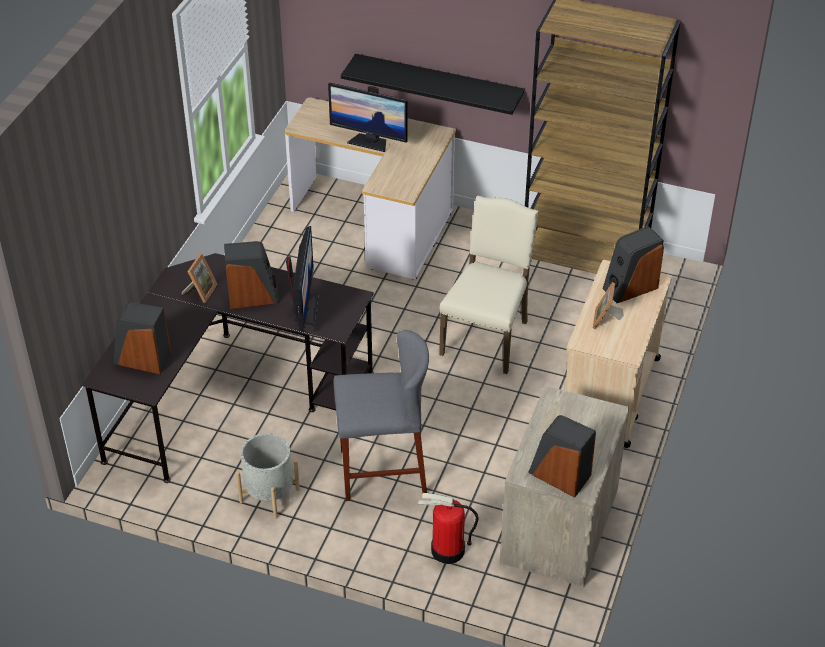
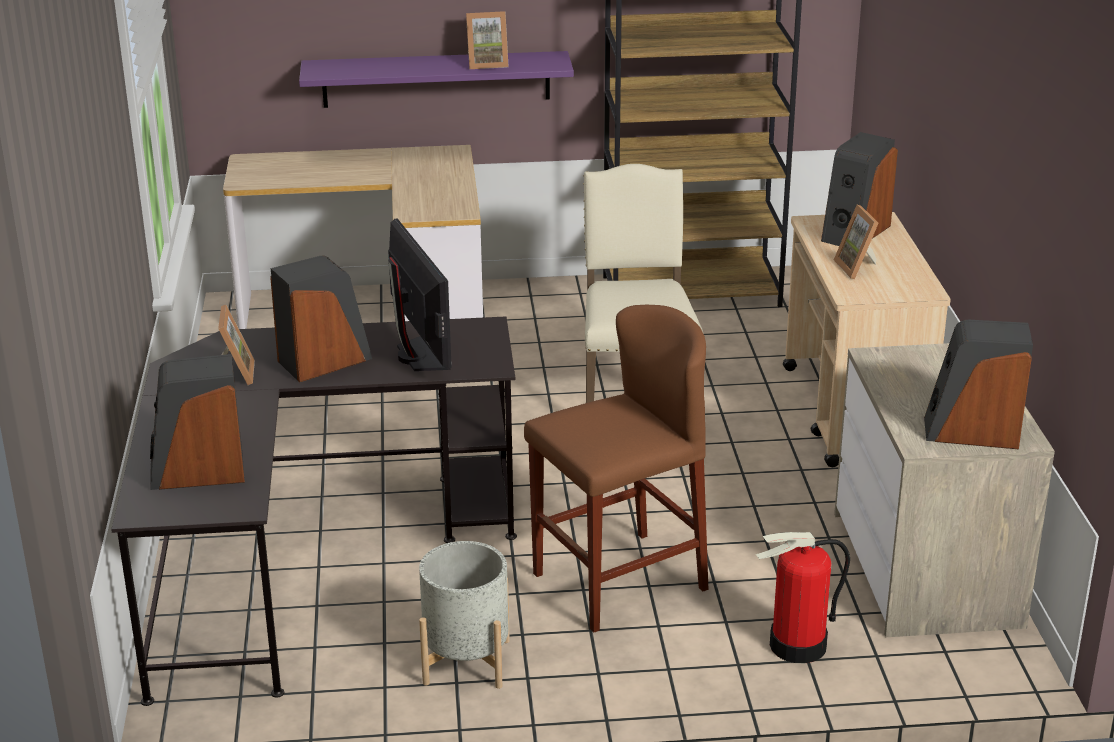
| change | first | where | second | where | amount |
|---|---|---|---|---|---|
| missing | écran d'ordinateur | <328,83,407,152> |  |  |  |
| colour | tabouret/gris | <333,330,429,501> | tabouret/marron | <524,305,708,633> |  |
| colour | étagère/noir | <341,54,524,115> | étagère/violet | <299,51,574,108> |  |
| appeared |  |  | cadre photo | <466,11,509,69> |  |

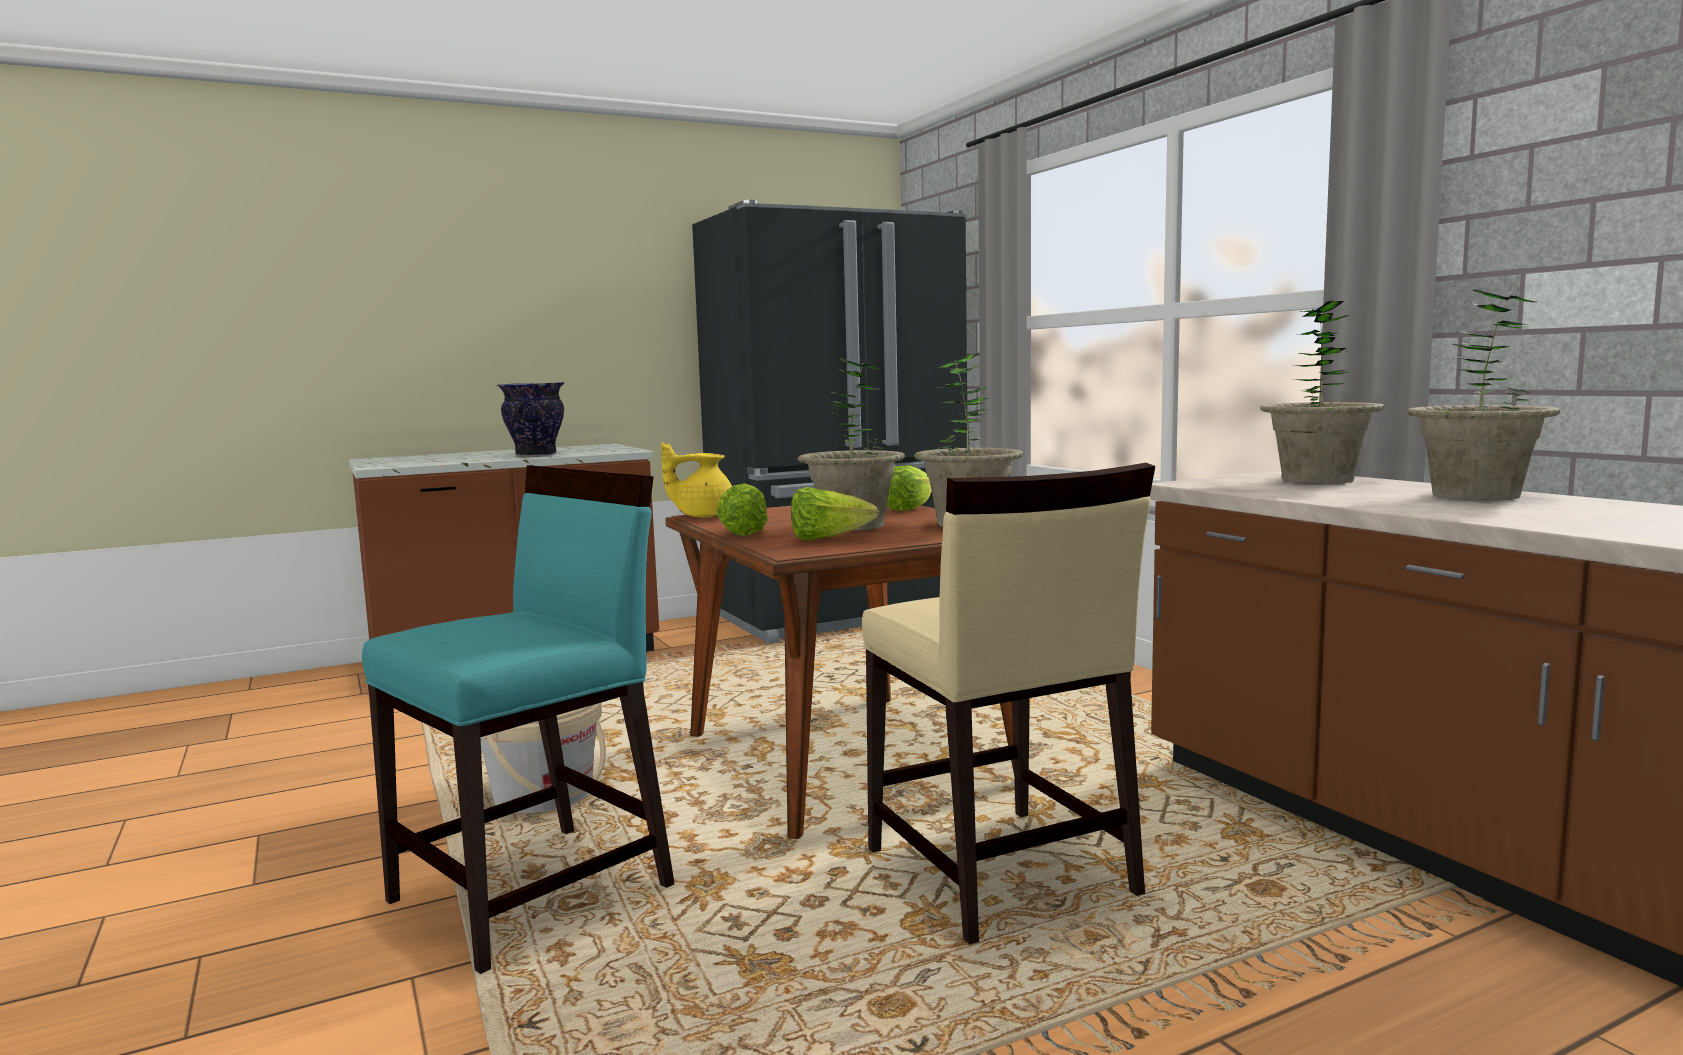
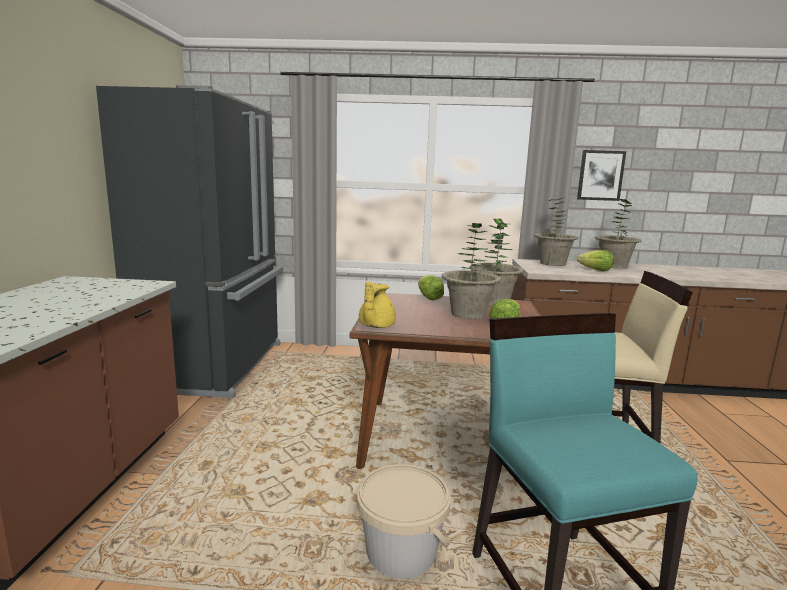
| change | first | where | second | where | amount |
|---|---|---|---|---|---|
| missing | vase | <497,382,564,457> |  |  |  |
| relocated | laitue | <717,483,768,536> |  | <577,250,614,271> |  |
| appeared |  |  | tableau | <577,150,626,201> |  |

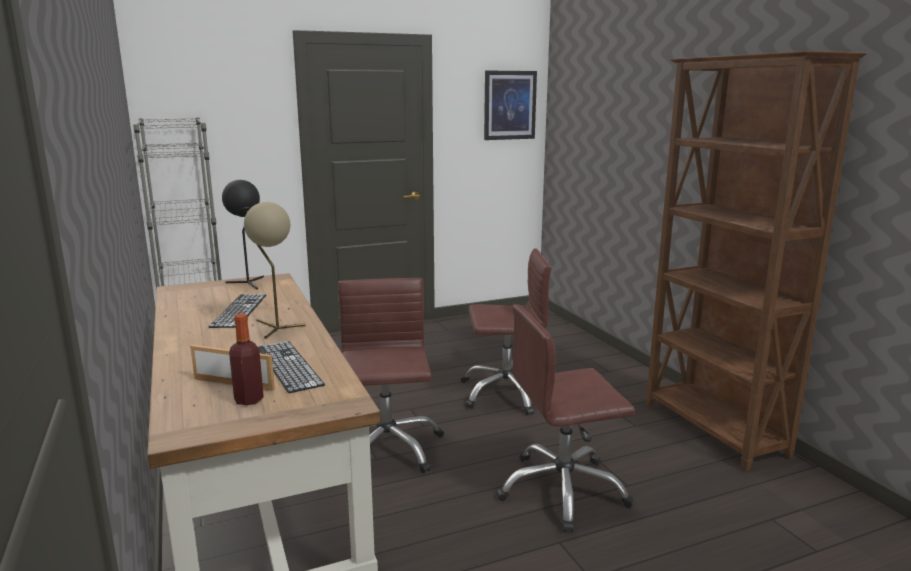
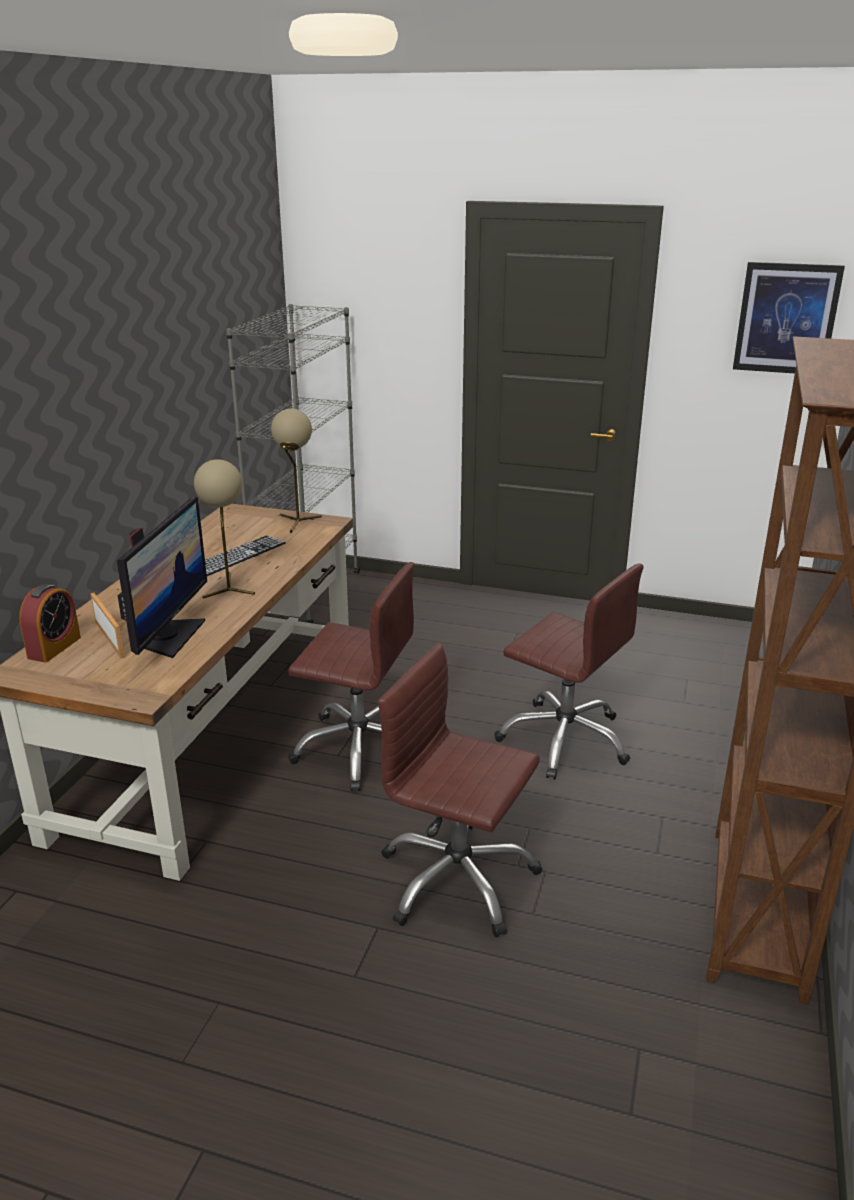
| change | first | where | second | where | amount |
|---|---|---|---|---|---|
| colour | lampe de table/noir | <222,180,264,289> | lampe de table/beige | <271,408,322,533> |  |
| missing | bouteille | <229,314,264,405> |  |  |  |
| exchanged | clavier | <258,341,325,393> | écran d'ordinateur | <117,497,207,658> |  |
| spun | chaise de bureau/marron | <338,278,444,473> |  | <288,562,415,791> | 75 degrees clockwise |
| appeared |  |  | réveil | <19,584,81,662> |  |

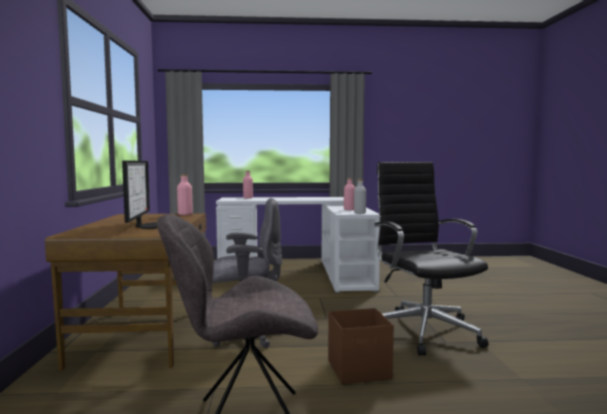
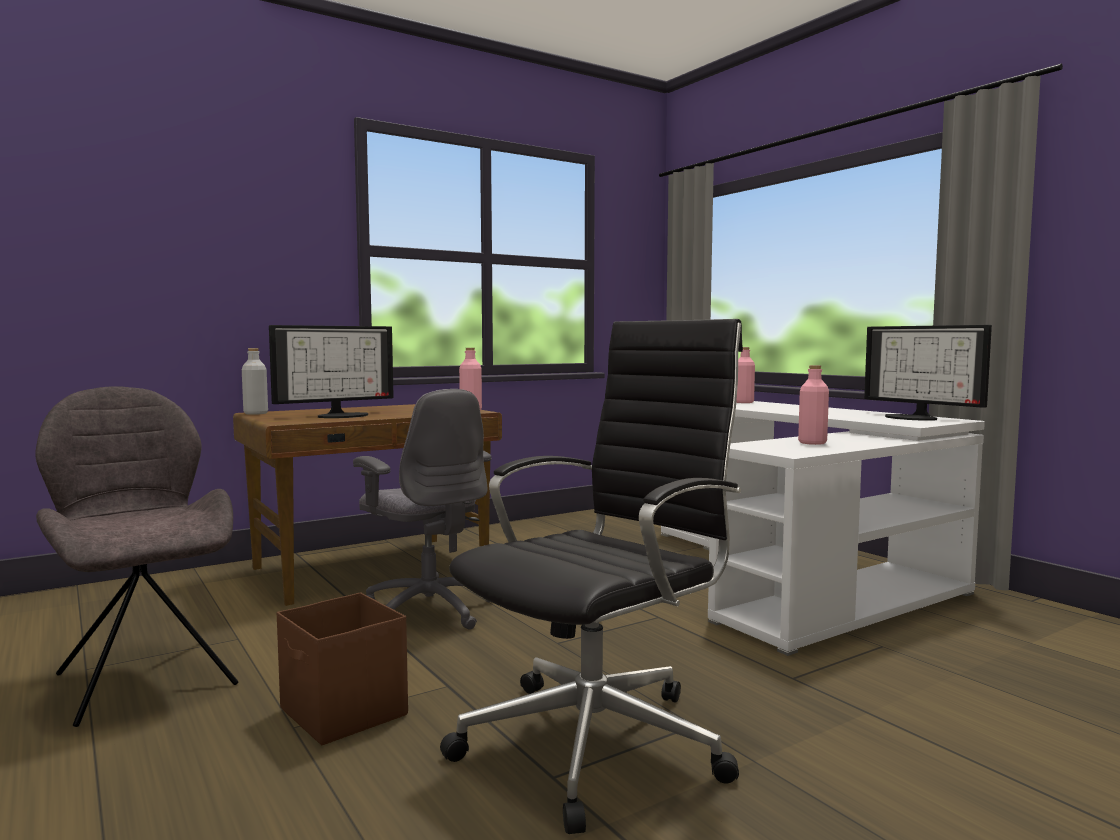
| change | first | where | second | where | amount |
|---|---|---|---|---|---|
| relocated | bouteille/gris | <354,179,366,214> |  | <242,348,268,415> |  |
| appeared |  |  | écran d'ordinateur | <864,325,992,421> |  |

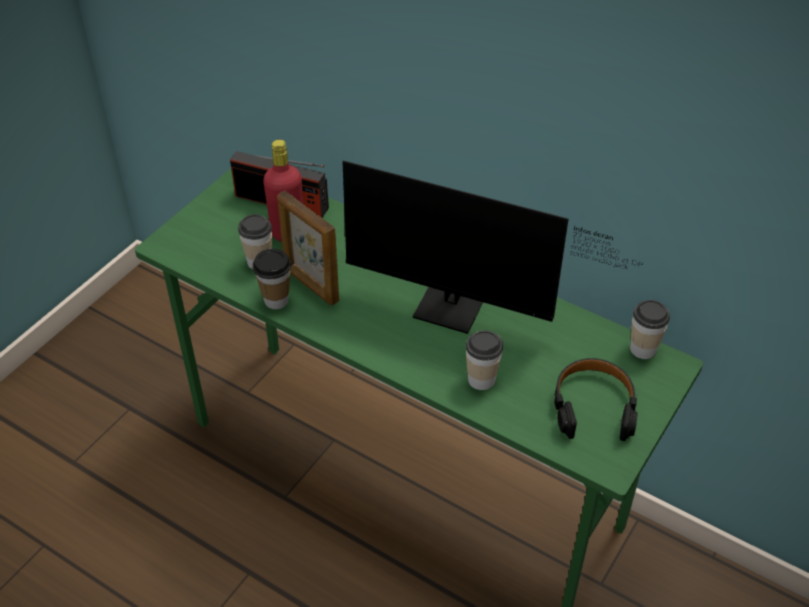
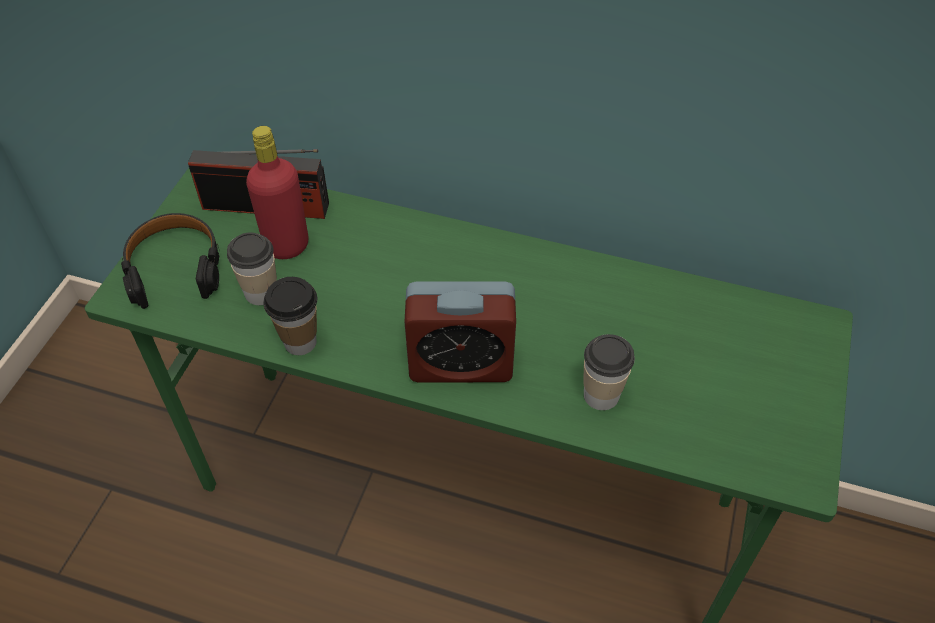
| change | first | where | second | where | amount |
|---|---|---|---|---|---|
| missing | cadre photo | <277,191,339,306> |  |  |  |
| missing | écran d'ordinateur | <342,161,643,334> |  |  |  |
| relocated | casque audio/noir | <554,358,638,441> |  | <121,213,219,309> |  |
| missing | tasse | <630,300,670,359> |  |  |  |
| appeared |  |  | réveil | <404,282,516,382> |  |

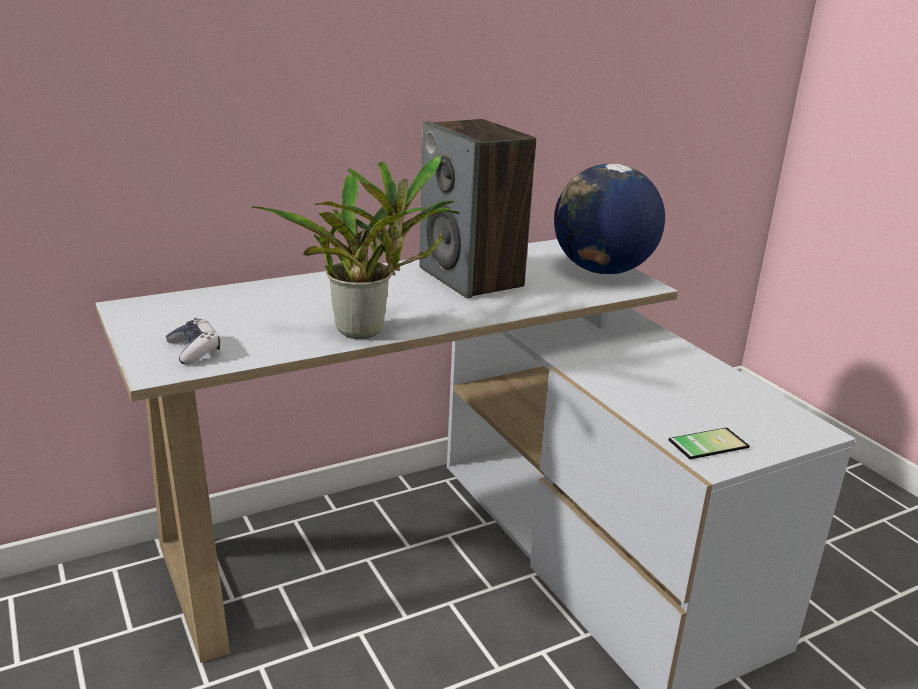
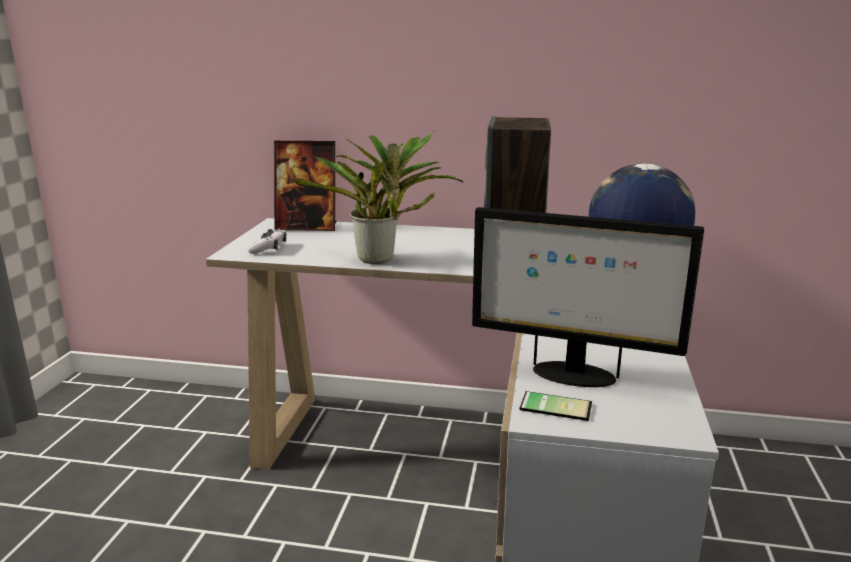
| change | first | where | second | where | amount |
|---|---|---|---|---|---|
| appeared |  |  | cadre photo | <274,141,336,231> |  |
| appeared |  |  | écran d'ordinateur | <472,207,704,387> |  |

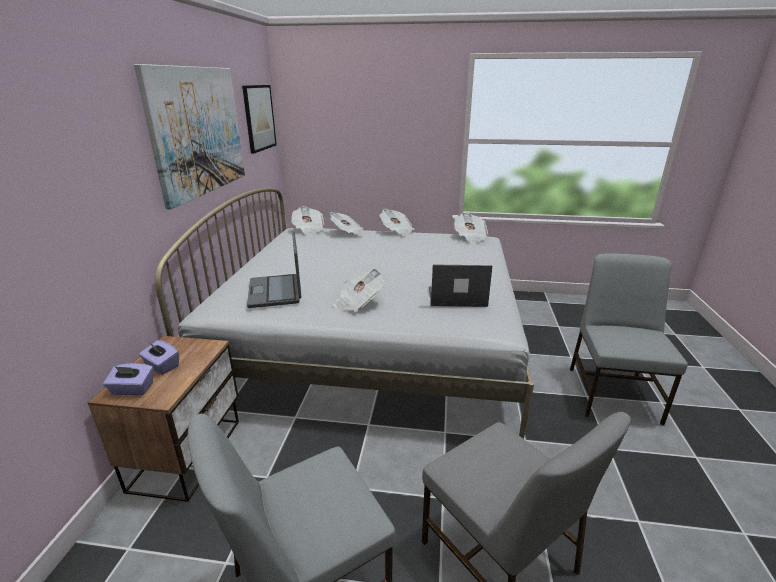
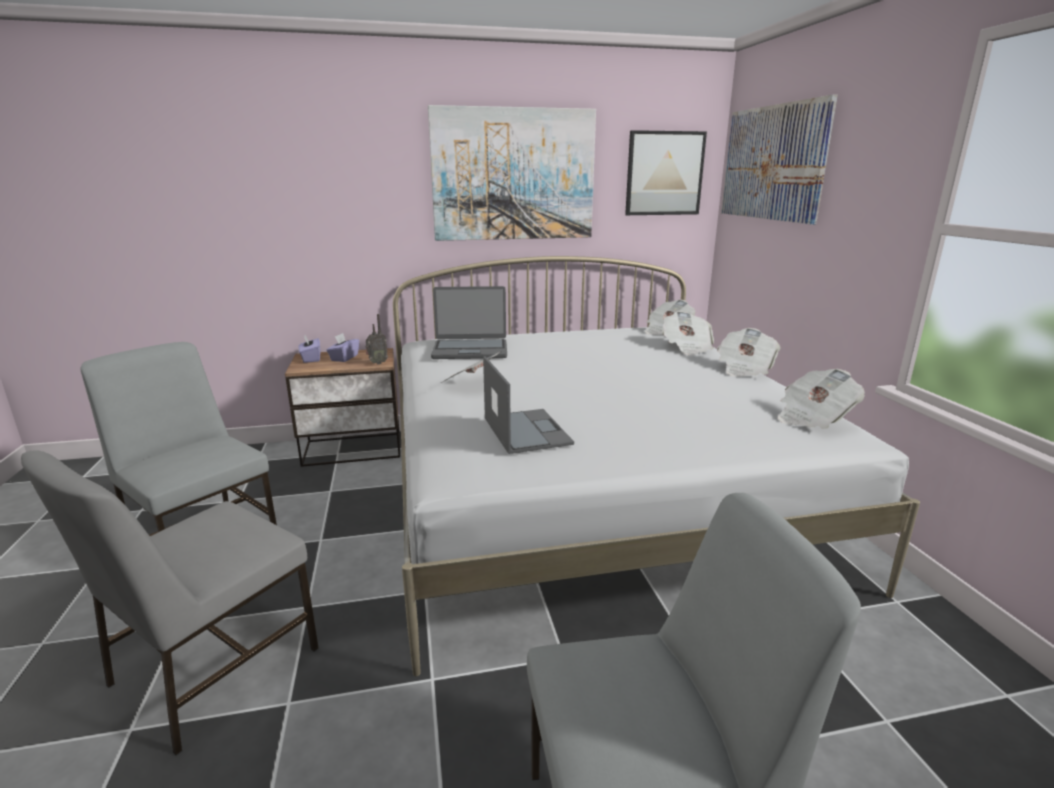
| change | first | where | second | where | amount |
|---|---|---|---|---|---|
| spun | ordinateur portable | <247,231,301,308> |  | <431,286,507,359> | 150 degrees counterclockwise |
| appeared |  |  | radio | <365,314,388,364> |  |
| appeared |  |  | tableau | <721,94,838,224> |  |

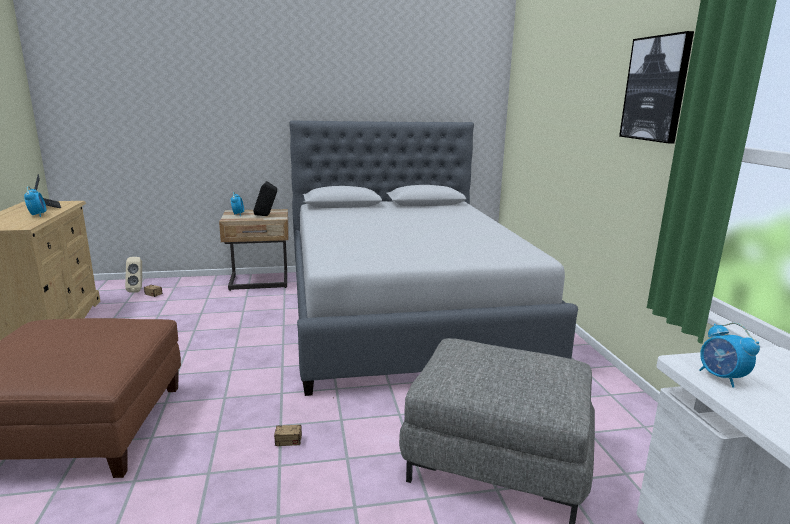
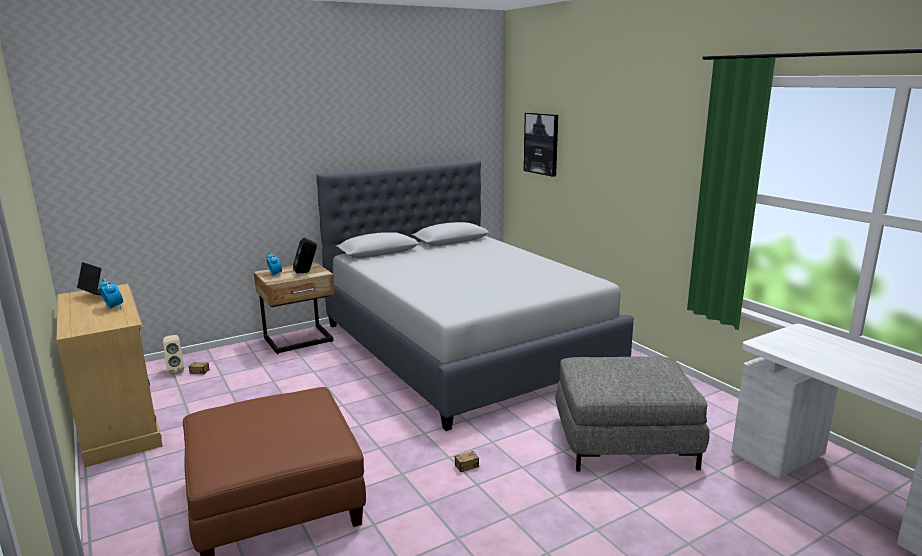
| change | first | where | second | where | amount |
|---|---|---|---|---|---|
| relocated | tableau | <619,31,694,143> |  | <524,113,558,177> |  |
| missing | réveil | <699,323,760,388> |  |  |  |

